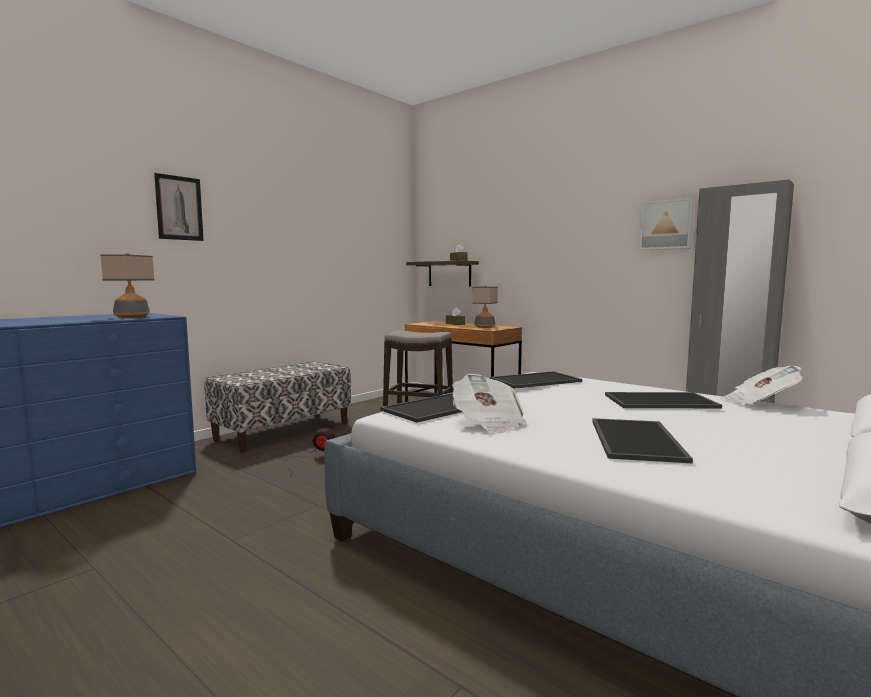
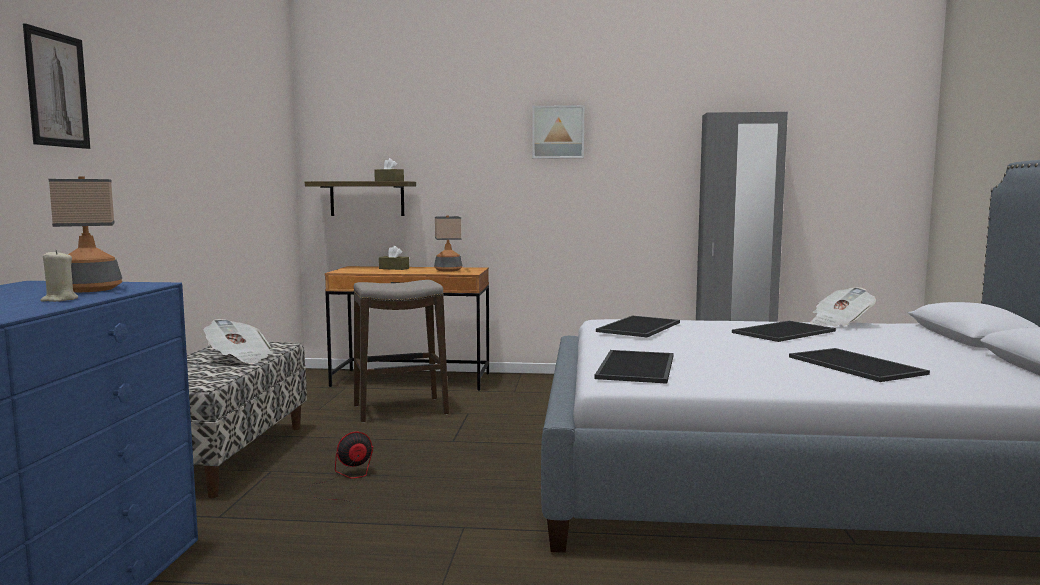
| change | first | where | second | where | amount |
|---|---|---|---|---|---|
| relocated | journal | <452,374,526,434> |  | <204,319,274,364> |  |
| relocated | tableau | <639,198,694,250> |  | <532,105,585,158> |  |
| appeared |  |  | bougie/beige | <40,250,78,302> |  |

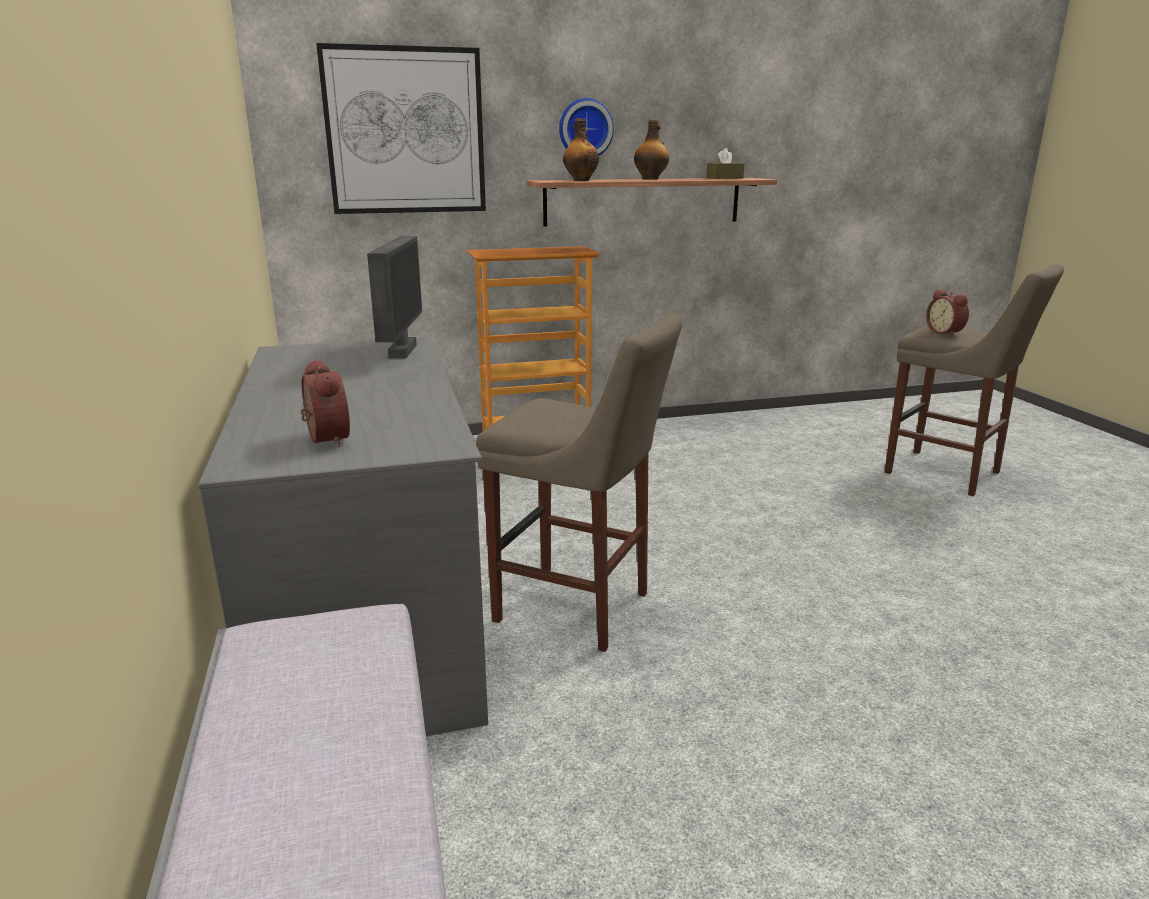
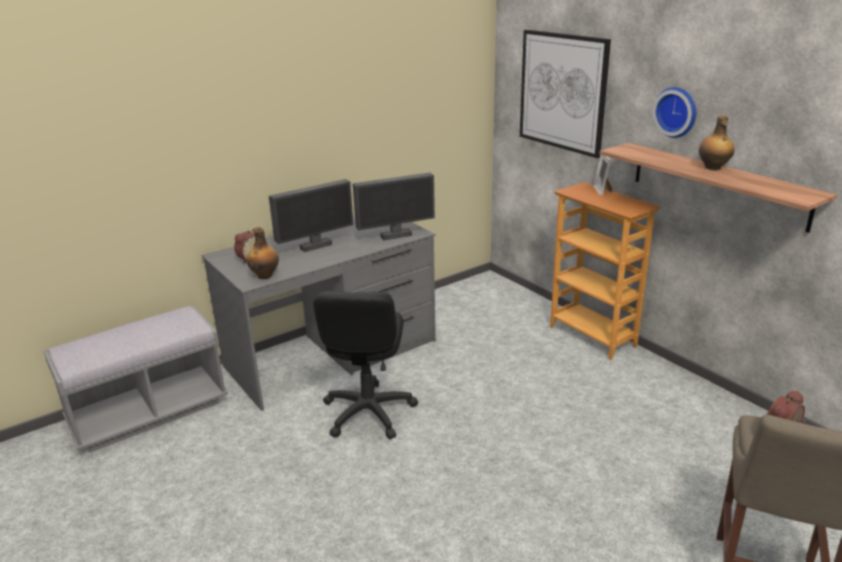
| change | first | where | second | where | amount |
|---|---|---|---|---|---|
| exchanged | tabouret/beige | <476,315,682,652> | chaise de bureau/noir | <313,291,418,439> |  |
| relocated | bouteille | <563,118,599,181> |  | <247,228,279,279> |  |
| missing | boîte à mouchoirs/marron | <706,148,745,179> |  |  |  |
| appeared |  |  | écran d'ordinateur | <269,179,353,252> |  |
| appeared |  |  | cadre photo | <593,155,612,196> |  |

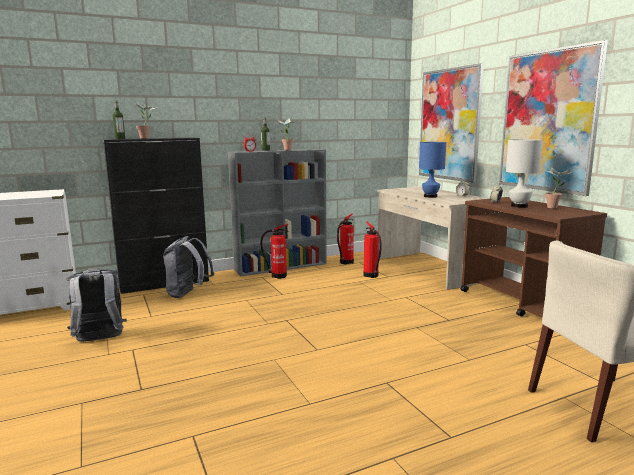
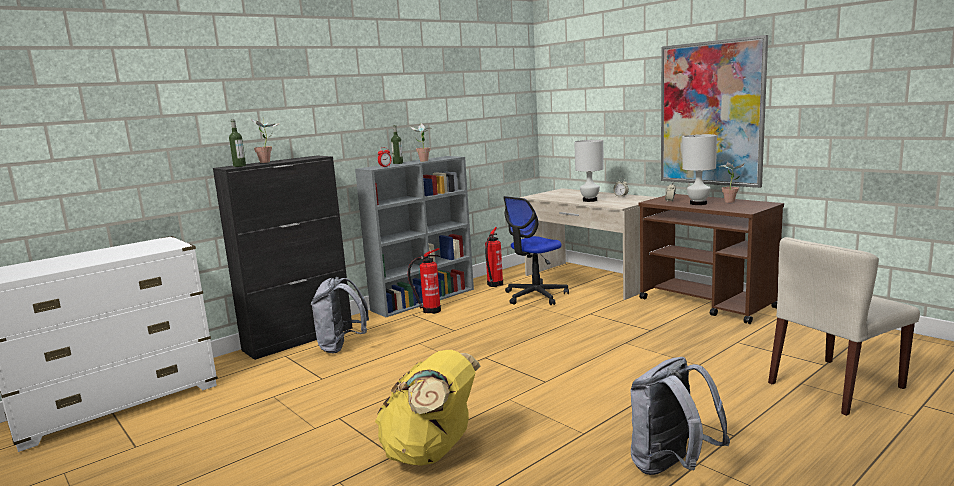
| change | first | where | second | where | amount |
|---|---|---|---|---|---|
| relocated | sac à dos/gris | <66,269,127,342> |  | <630,357,730,475> |  |
| exchanged | extincteur | <363,222,382,278> | chaise de bureau | <503,196,569,305> |  |
| missing | tableau | <419,63,484,183> |  |  |  |
| colour | lampe de table/bleu | <419,142,446,198> | lampe de table/blanc | <574,140,604,202> |  |
| appeared |  |  | sac à dos/jaune | <375,350,480,466> |  |

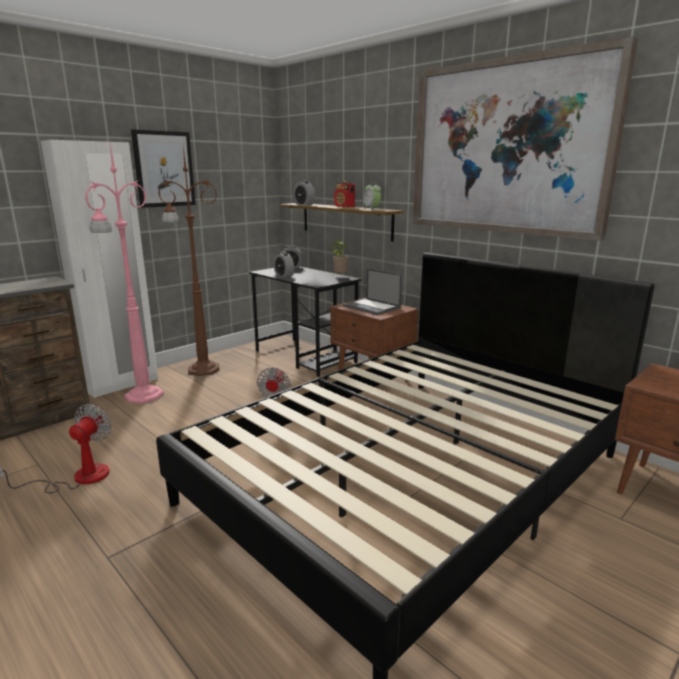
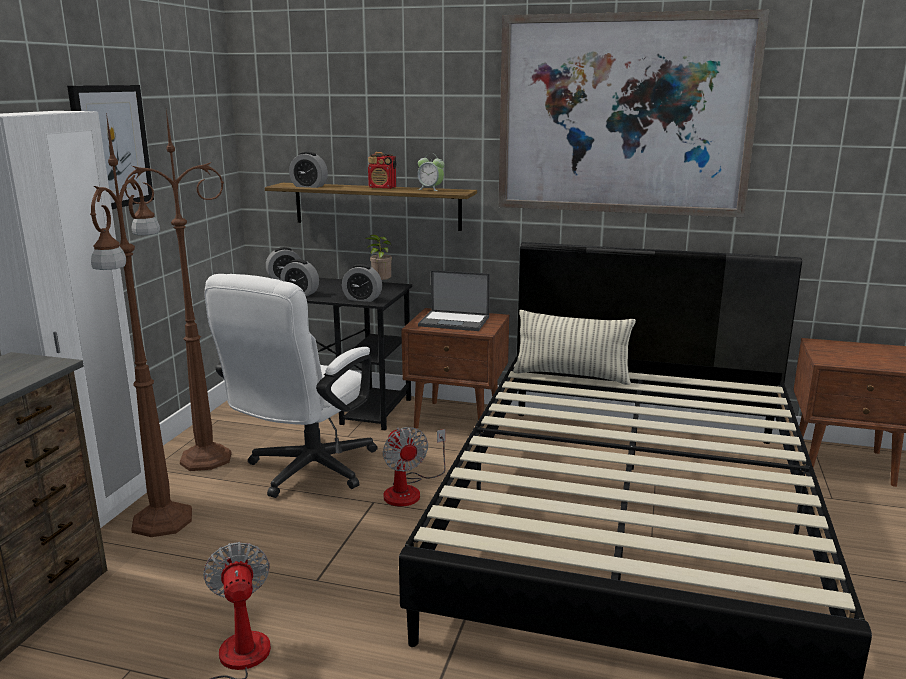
| change | first | where | second | where | amount |
|---|---|---|---|---|---|
| colour | lampadaire/rose | <85,144,164,404> | lampadaire/marron | <90,113,192,537> |  |
| appeared |  |  | chaise de bureau/blanc | <204,274,377,498> |  |
| appeared |  |  | réveil | <342,264,382,302> |  |
| appeared |  |  | coussin | <513,310,636,385> |  |

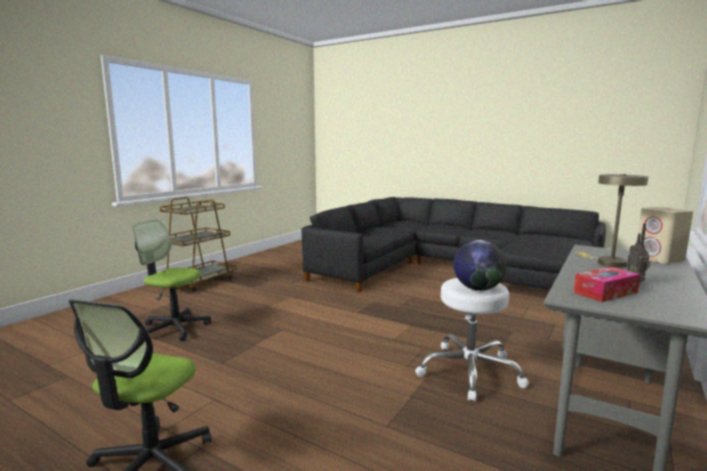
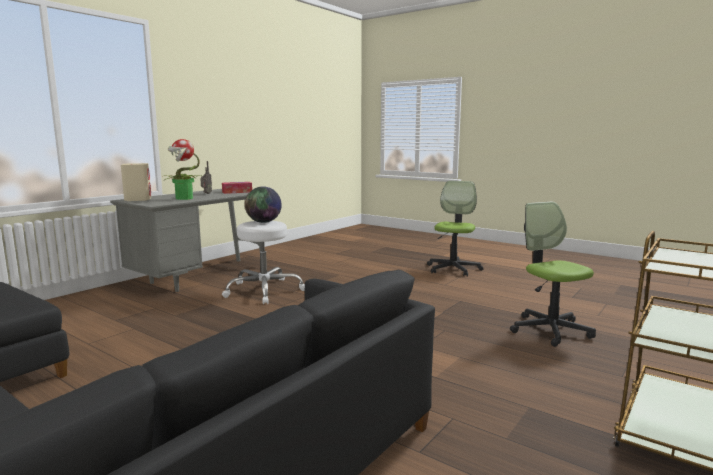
| change | first | where | second | where | amount |
|---|---|---|---|---|---|
| spun | chaise de bureau | <133,219,211,341> |  | <510,202,596,347> | 135 degrees counterclockwise |
| exchanged | lampe de table/beige | <576,174,648,268> | plante en pot | <163,139,201,200> |  |

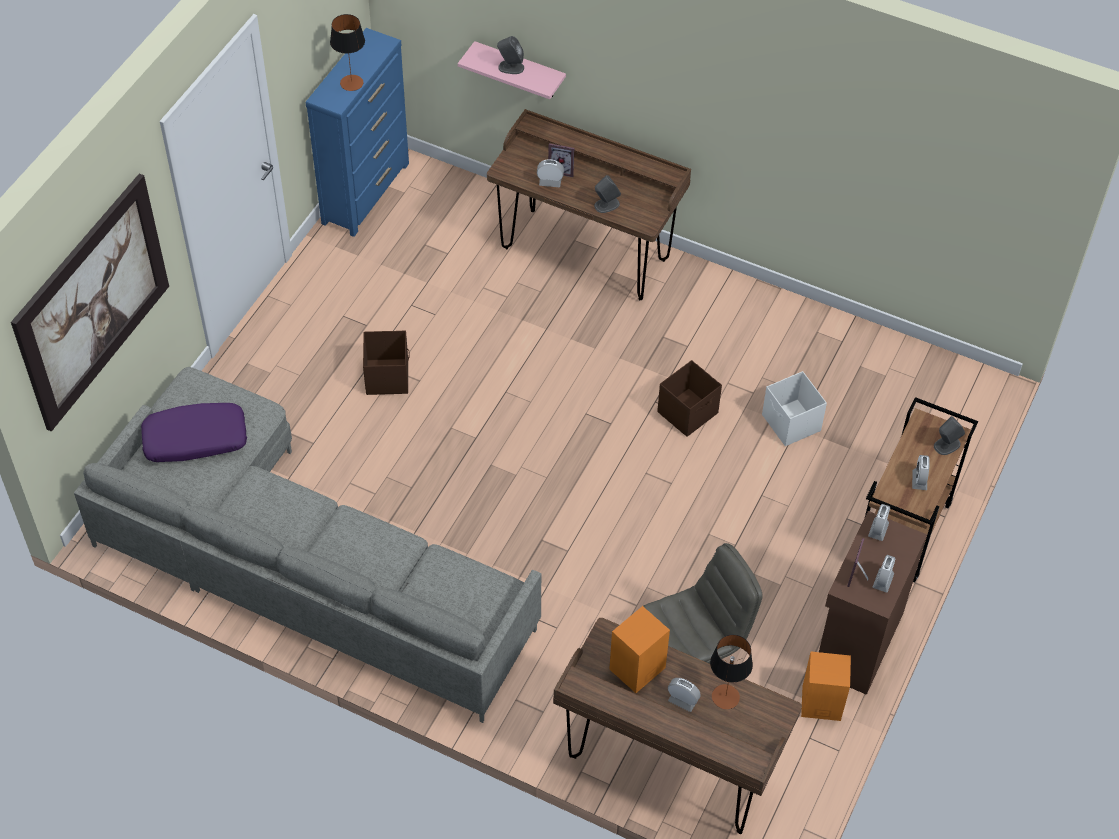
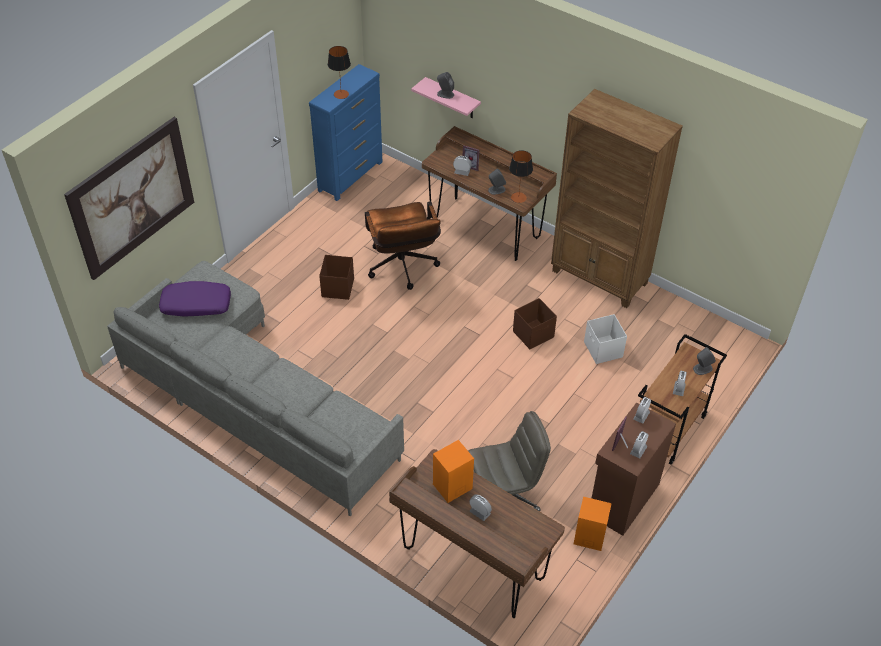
| change | first | where | second | where | amount |
|---|---|---|---|---|---|
| relocated | lampe de table | <710,635,753,709> |  | <509,150,533,203> |  |
| appeared |  |  | chaise de bureau/marron | <365,201,441,290> |  |
| appeared |  |  | bibliothèque/marron | <551,89,683,308> |  |

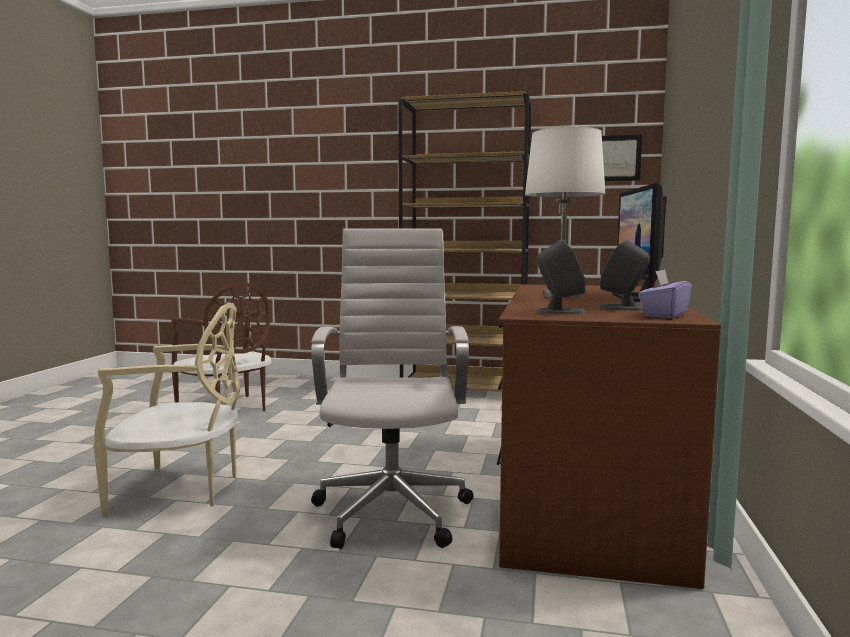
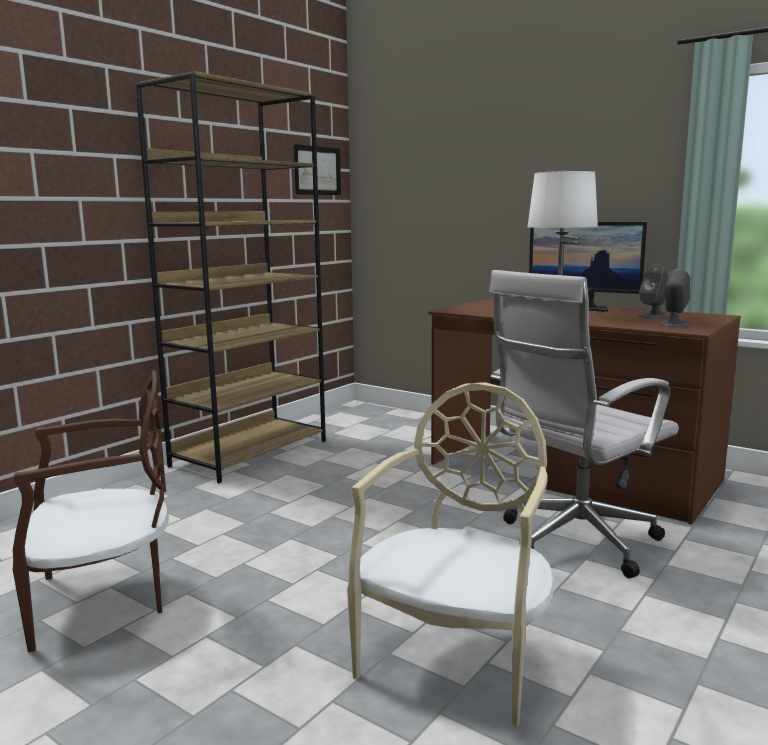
| change | first | where | second | where | amount |
|---|---|---|---|---|---|
| spun | chaise de bureau/blanc | <311,228,473,549> |  | <489,270,679,579> | 60 degrees counterclockwise |
| missing | boîte à mouchoirs/violet | <638,270,692,318> |  |  |  |

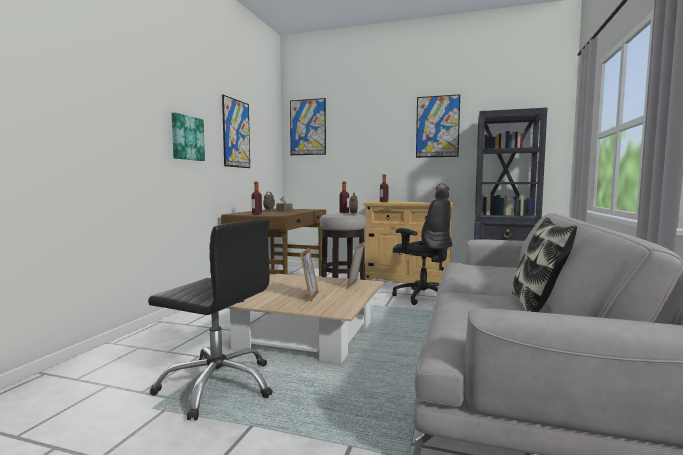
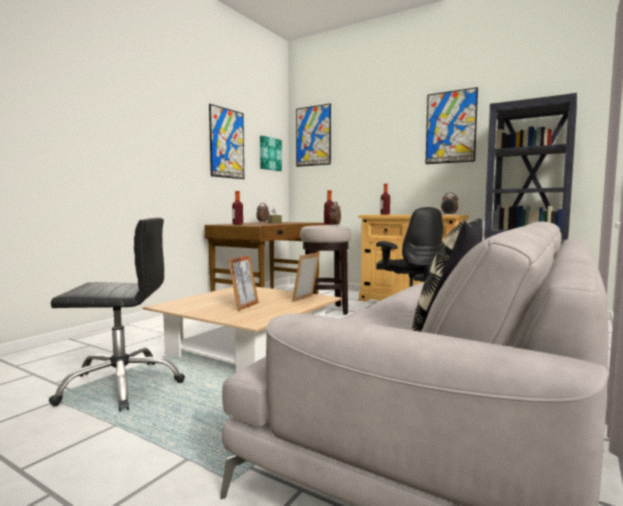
| change | first | where | second | where | amount |
|---|---|---|---|---|---|
| spun | chaise de bureau/noir | <148,219,273,420> |  | <49,218,185,412> | 45 degrees counterclockwise |
| relocated | tableau | <172,113,205,161> |  | <260,136,282,171> |  |

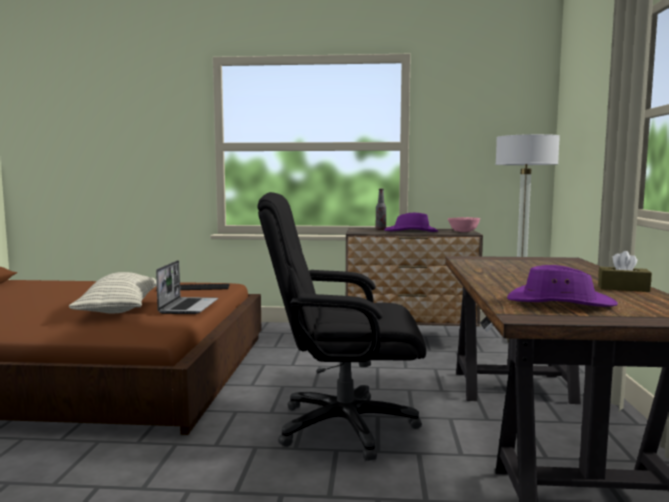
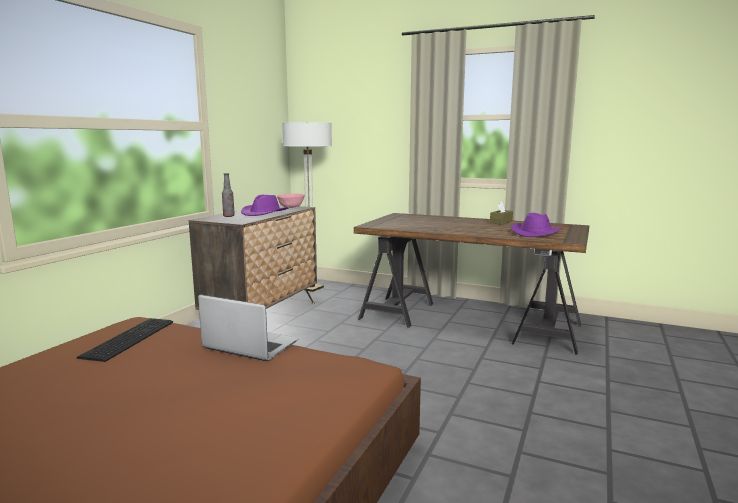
| change | first | where | second | where | amount |
|---|---|---|---|---|---|
| missing | coussin | <69,272,157,314> |  |  |  |
| missing | chaise de bureau/noir | <258,192,426,461> |  |  |  |

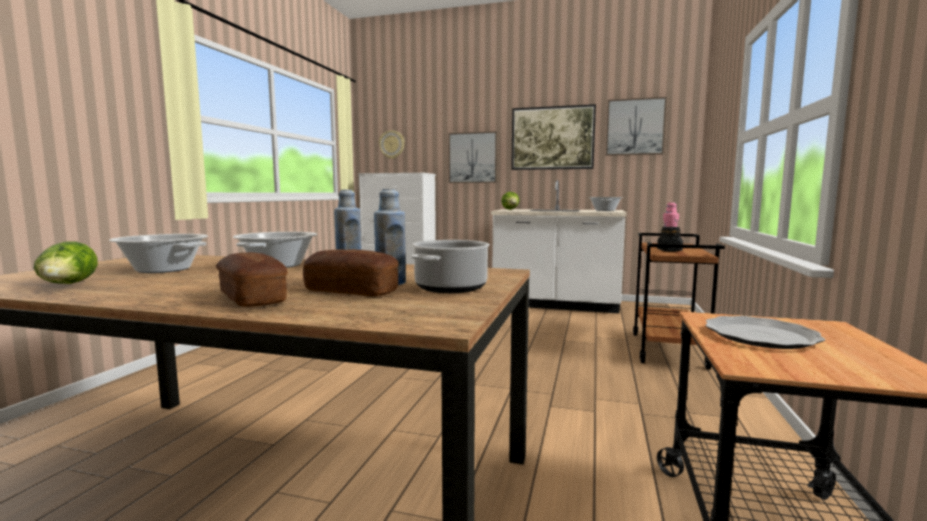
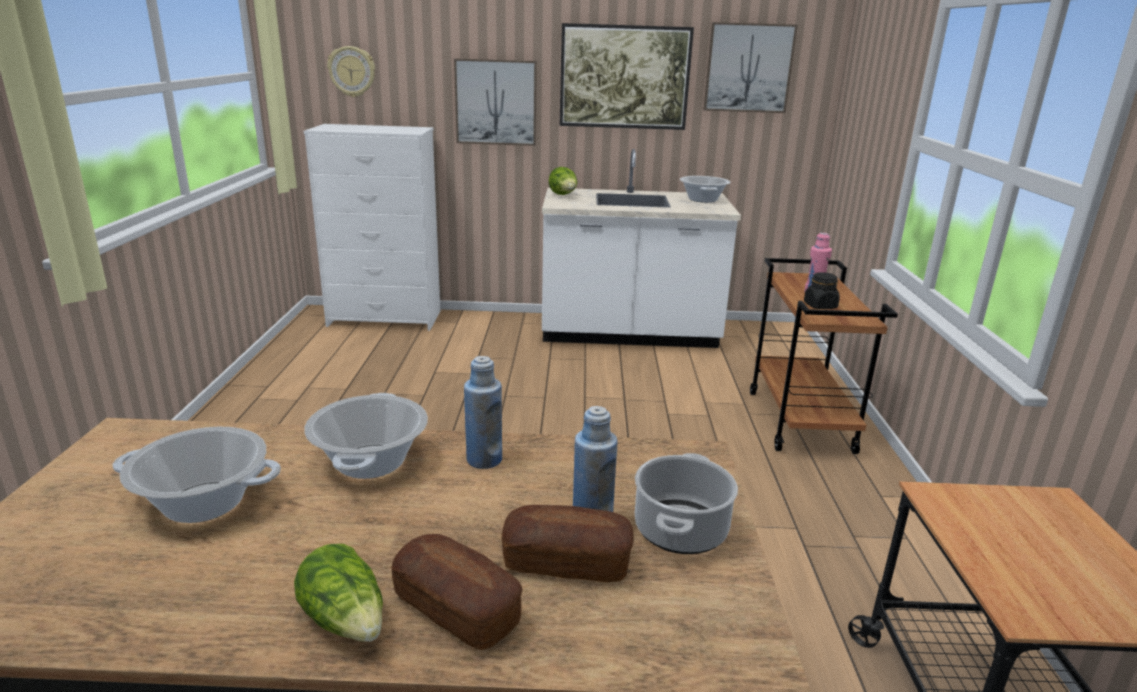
| change | first | where | second | where | amount |
|---|---|---|---|---|---|
| relocated | laitue | <34,241,98,284> |  | <294,544,383,642> |  |
| missing | assiette | <705,316,825,349> |  |  |  |

